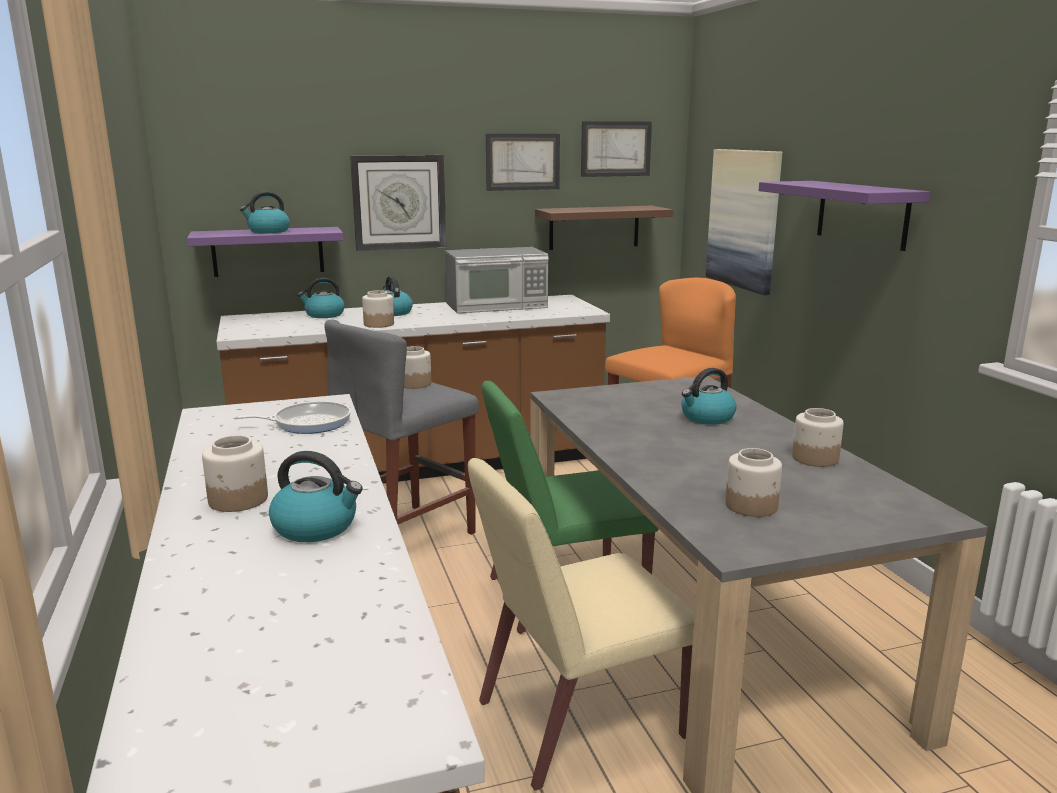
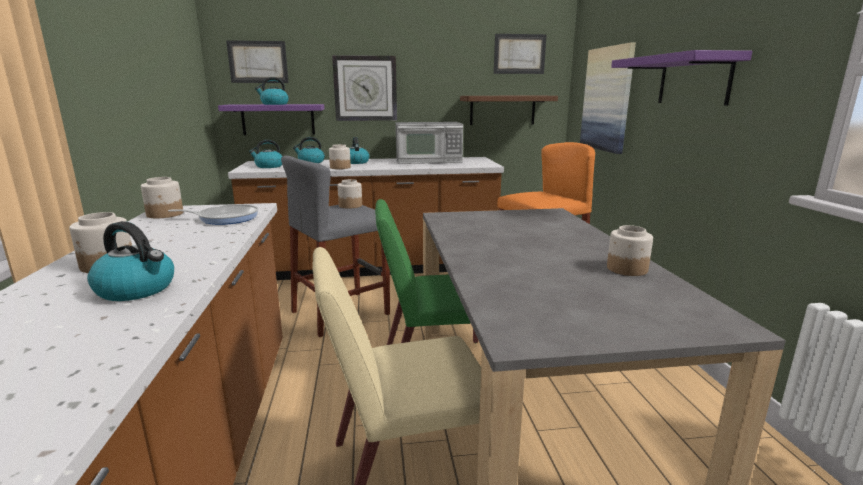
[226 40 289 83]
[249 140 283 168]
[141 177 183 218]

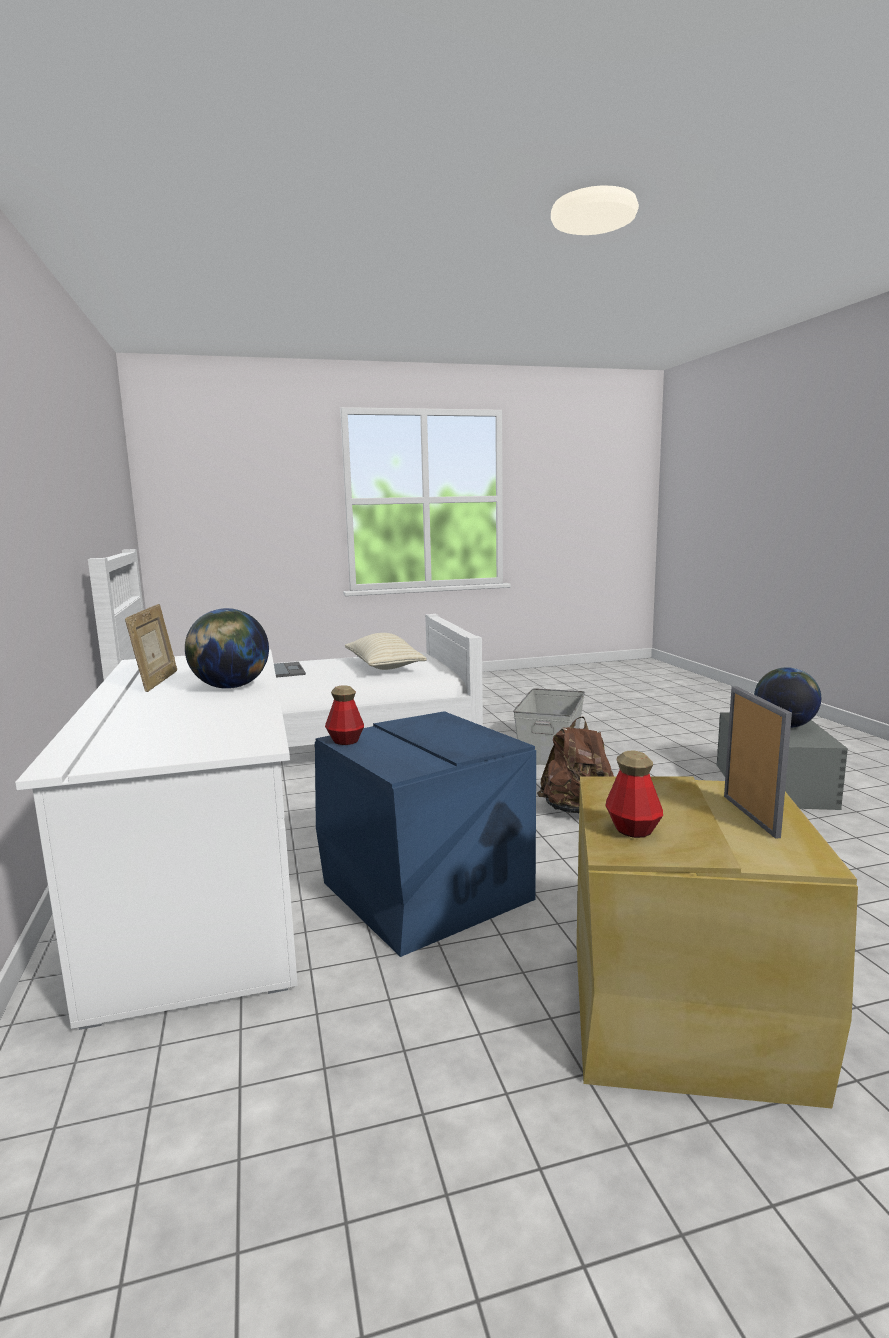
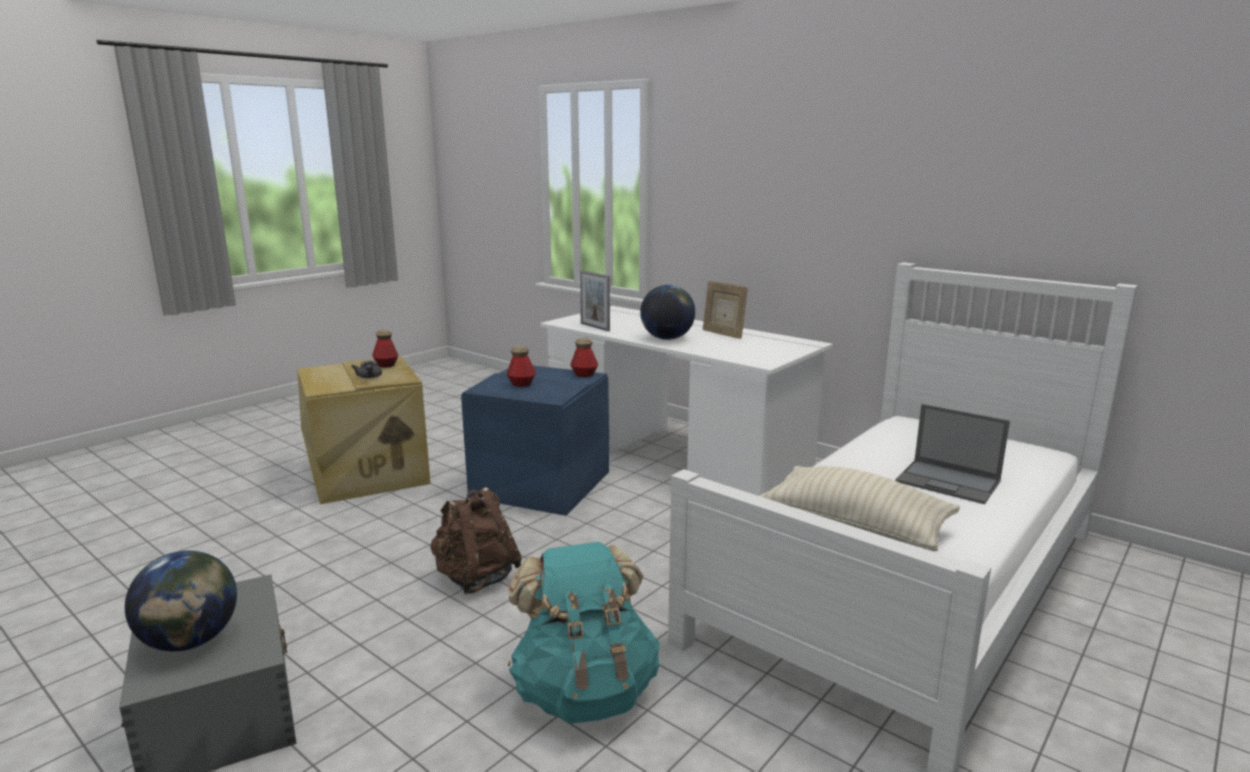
[508 542 660 724]
[580 270 610 331]
[351 361 382 378]
[506 346 536 387]

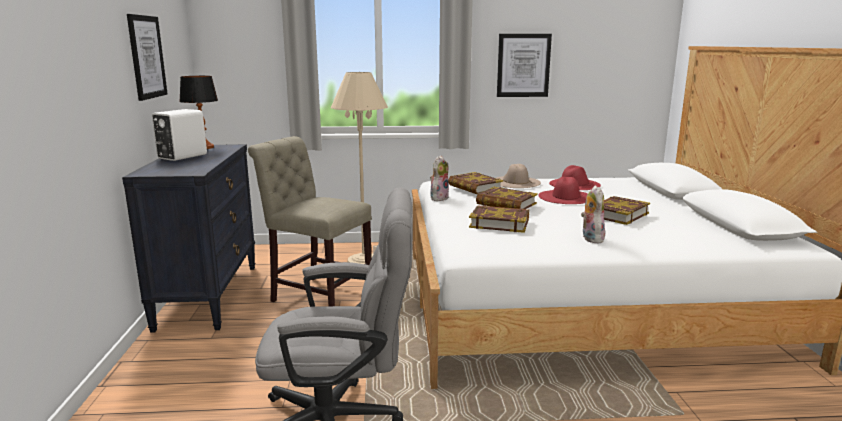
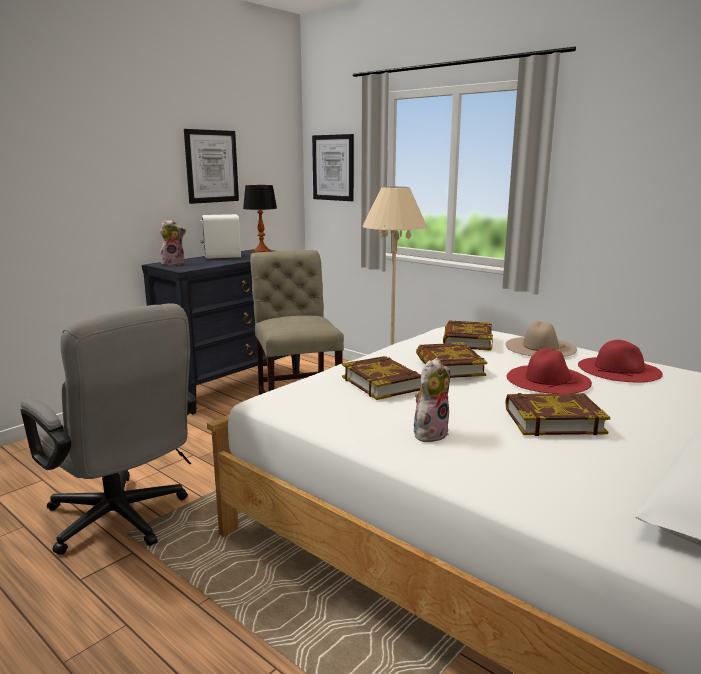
[160 220 186 266]
[312 134 354 201]

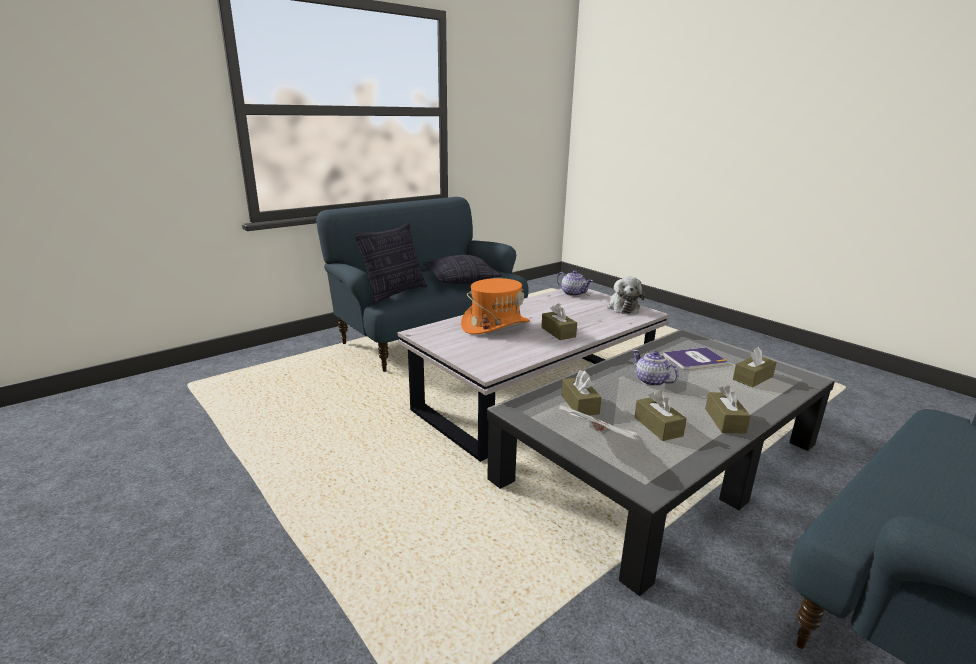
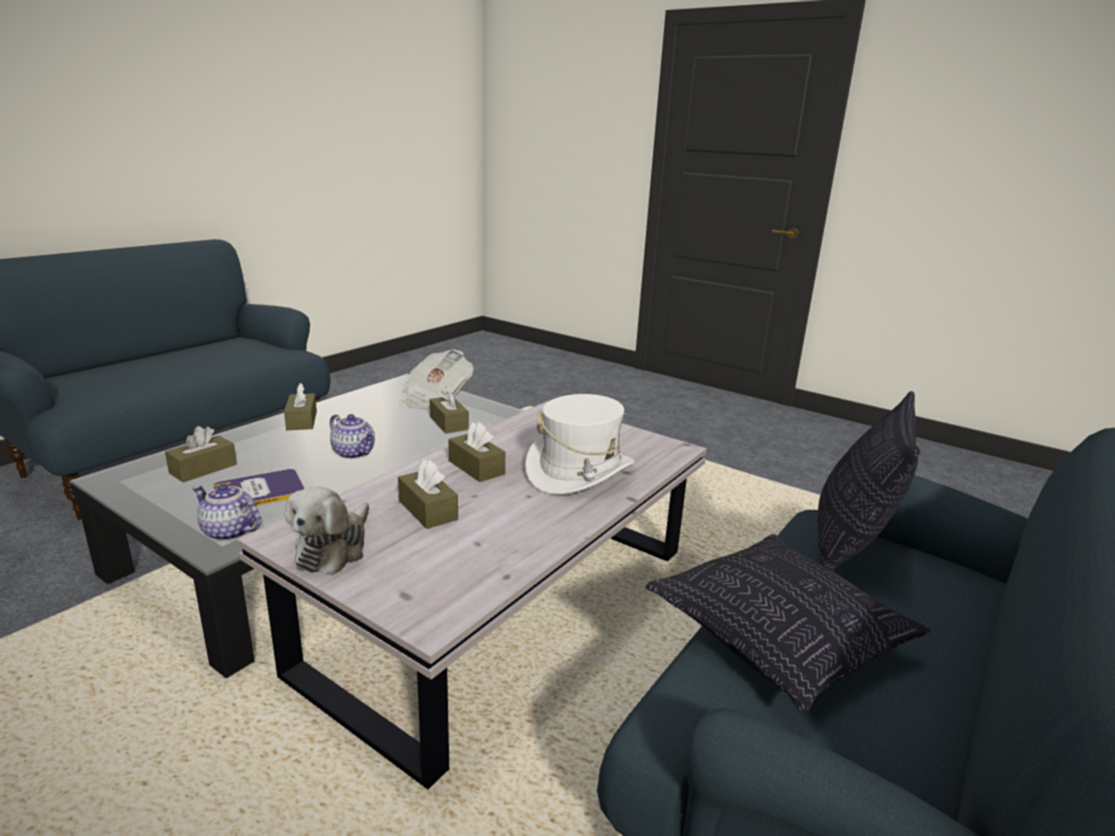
[525 394 635 495]
[192 484 261 541]
[285 486 369 575]
[398 459 458 529]

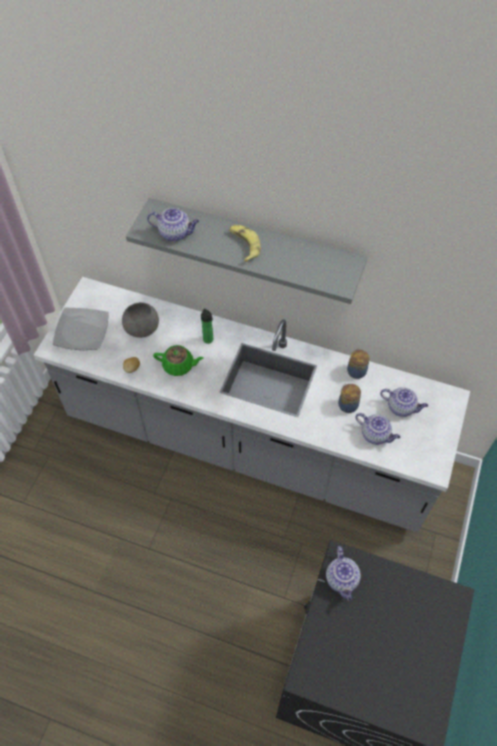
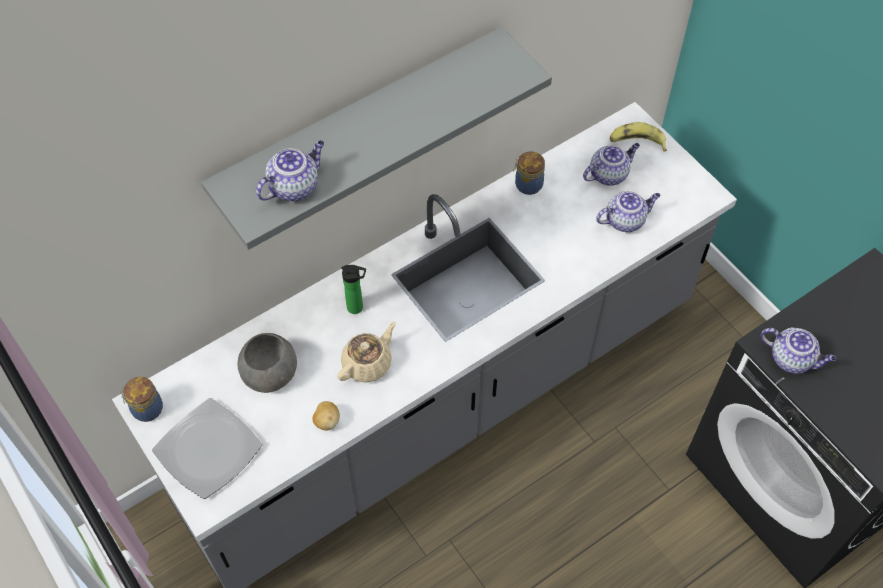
[337 321 396 383]
[610 122 667 152]
[120 377 163 422]

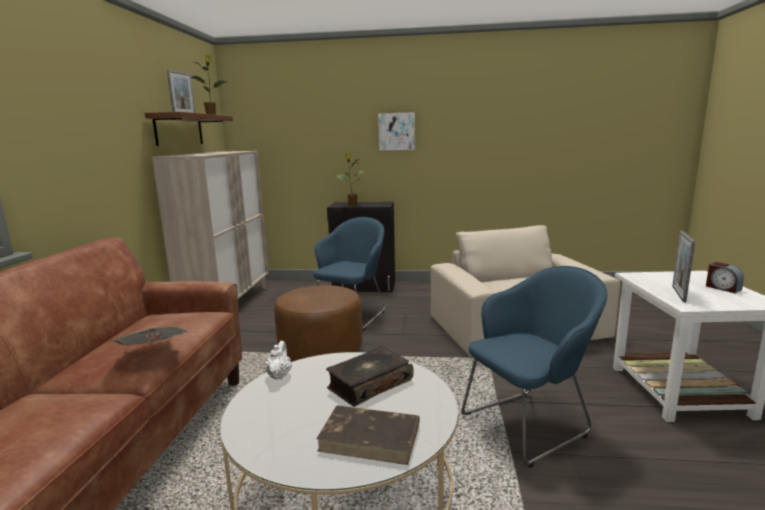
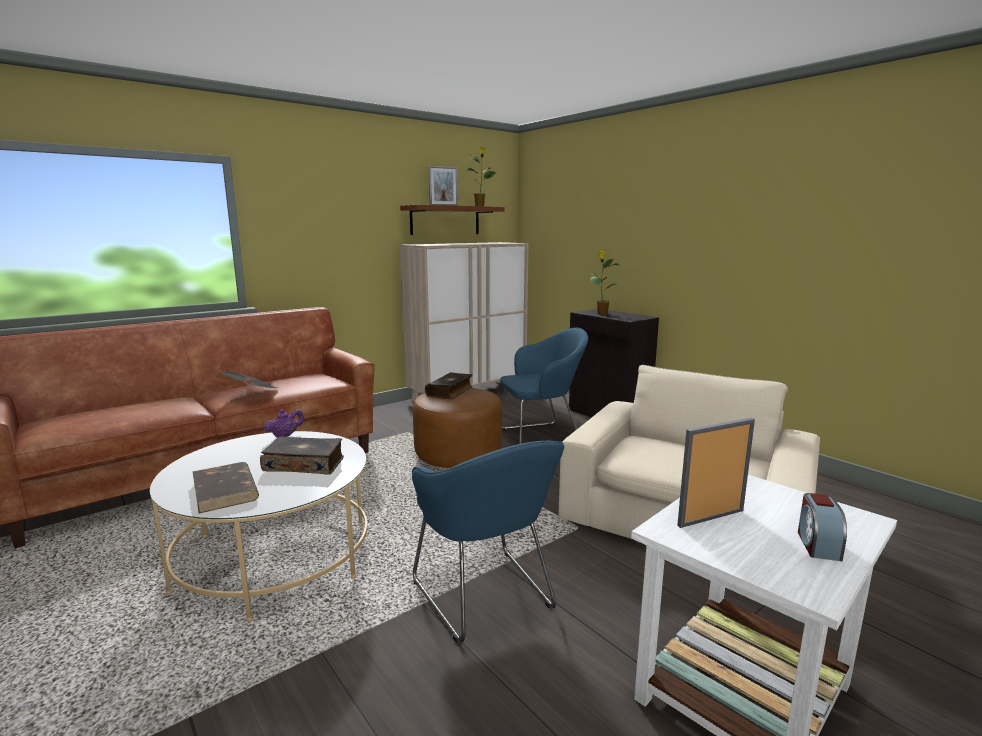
[264 409 304 437]
[378 112 415 151] (first image)
[412 441 564 643]
[425 372 473 399]

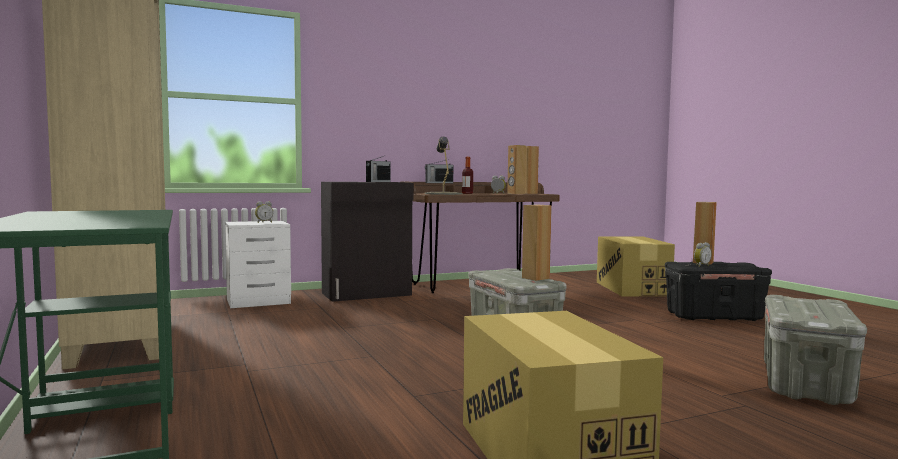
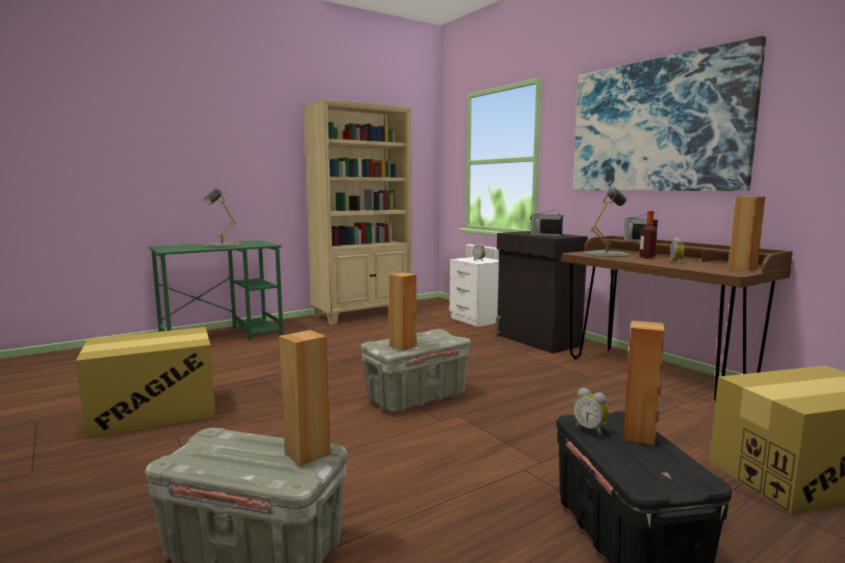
[279 330 331 466]
[203 189 242 248]
[573 36 766 191]

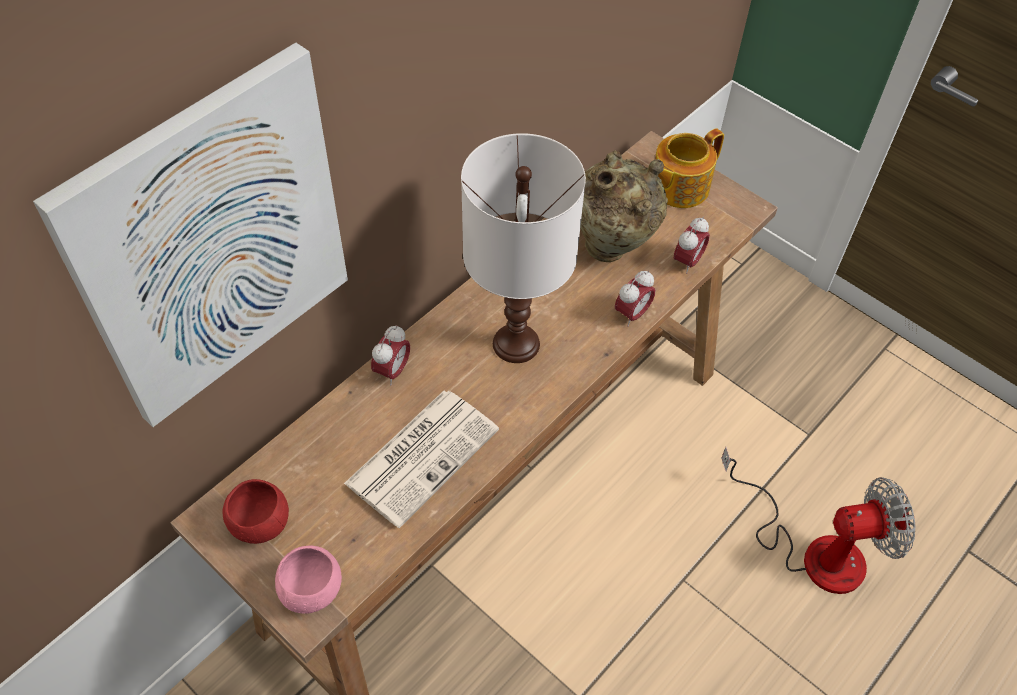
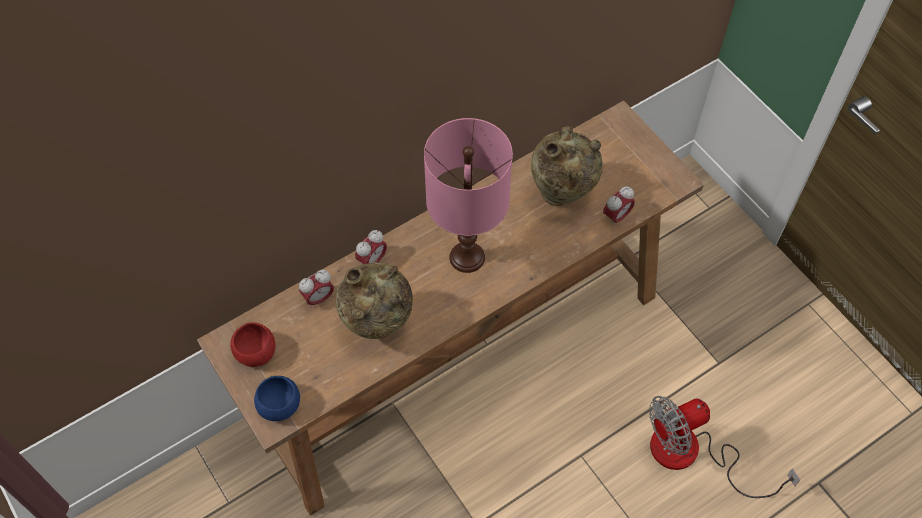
[33 42 348 427] (first image)
[254 376 300 421]
[336 262 413 339]
[424 118 513 273]
[299 269 334 308]
[655 128 724 208] (first image)
[649 396 800 498]

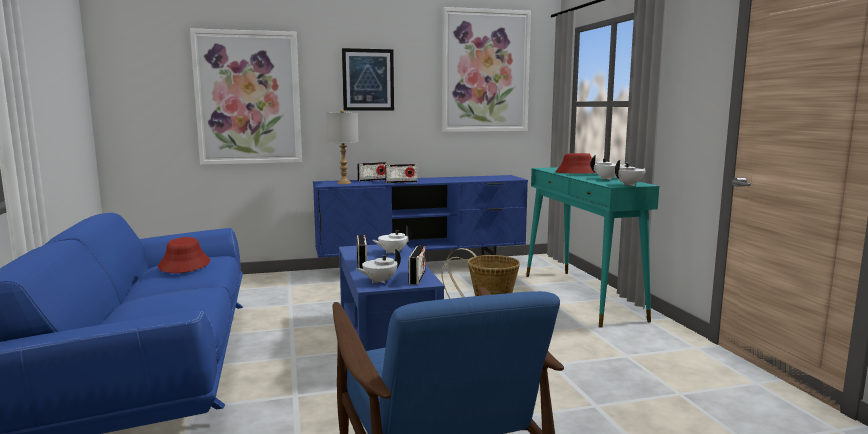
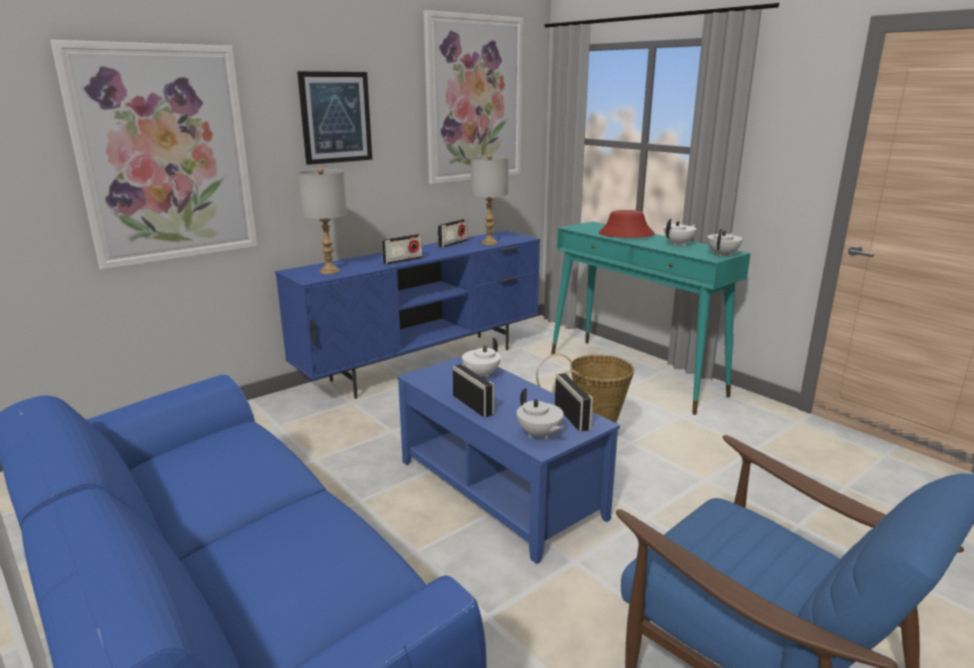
[158 237 210 273] (first image)
[517 388 564 440]
[437 219 468 248]
[471 154 509 245]

